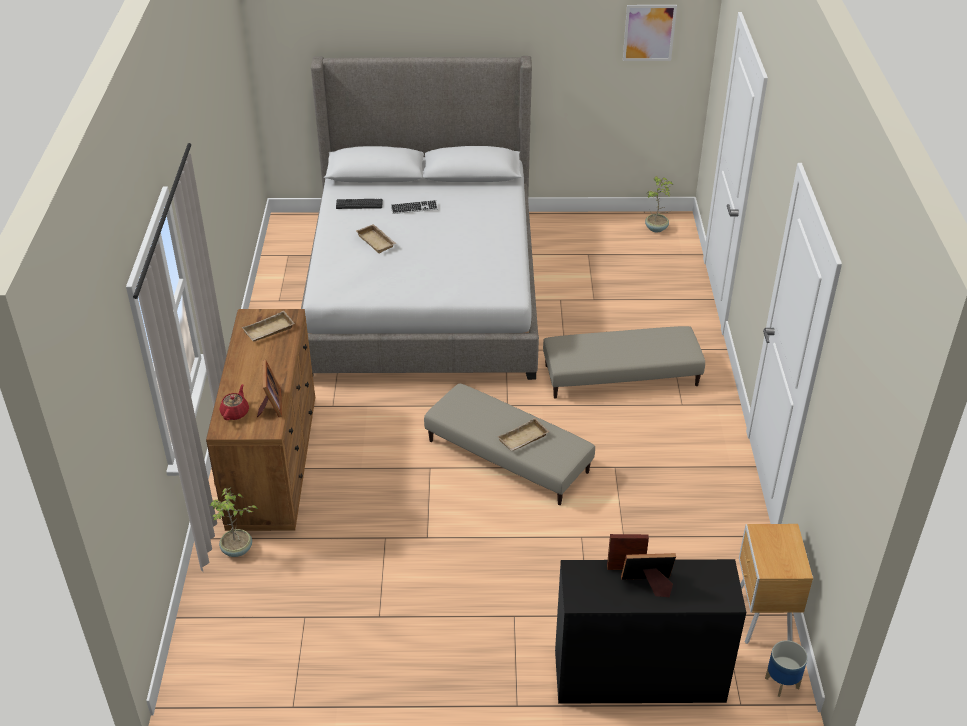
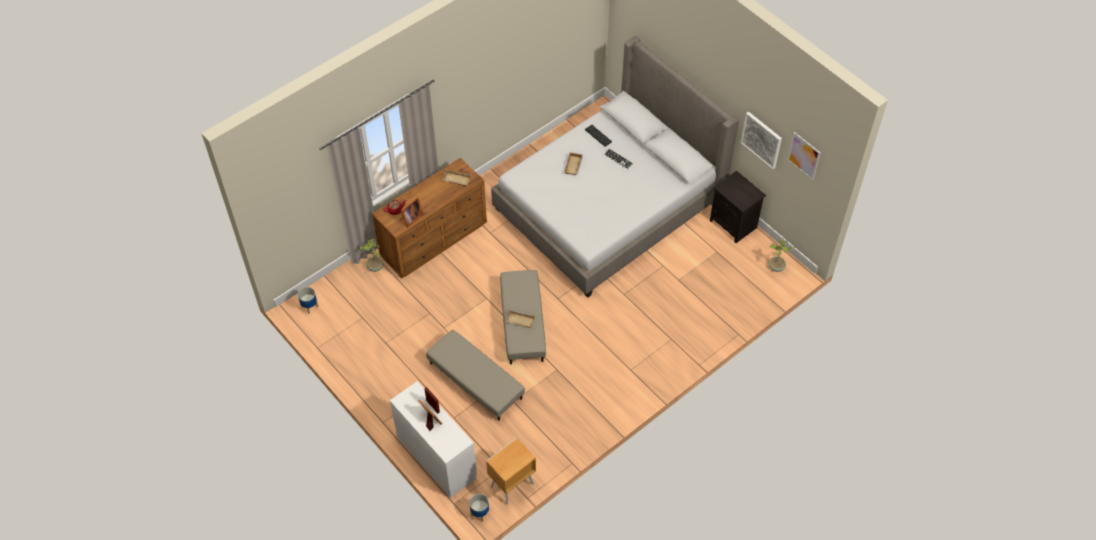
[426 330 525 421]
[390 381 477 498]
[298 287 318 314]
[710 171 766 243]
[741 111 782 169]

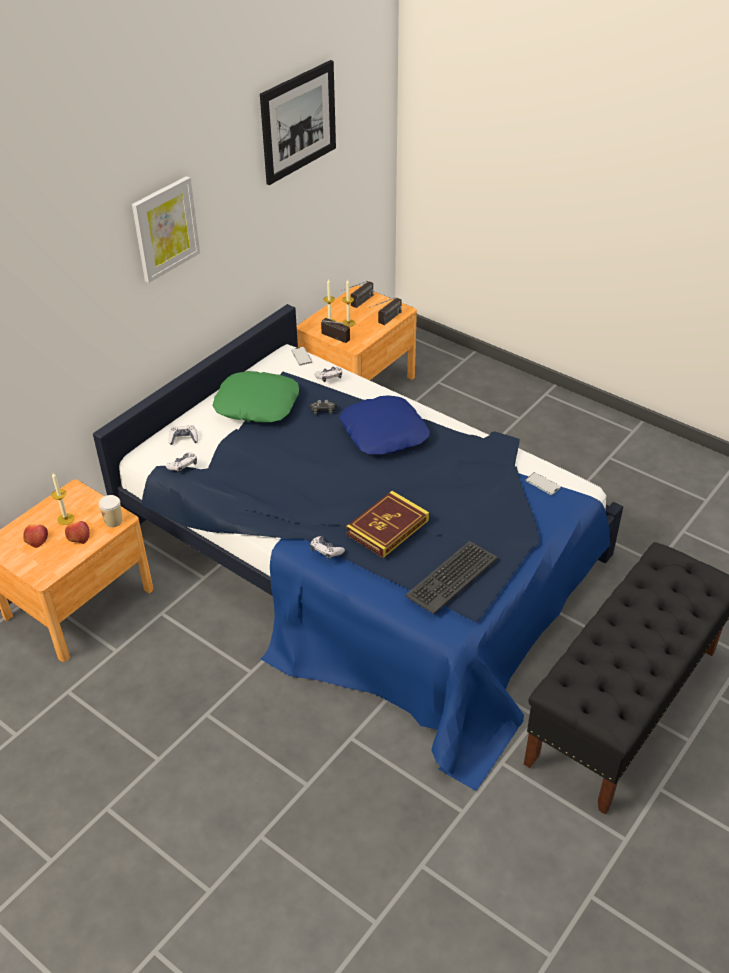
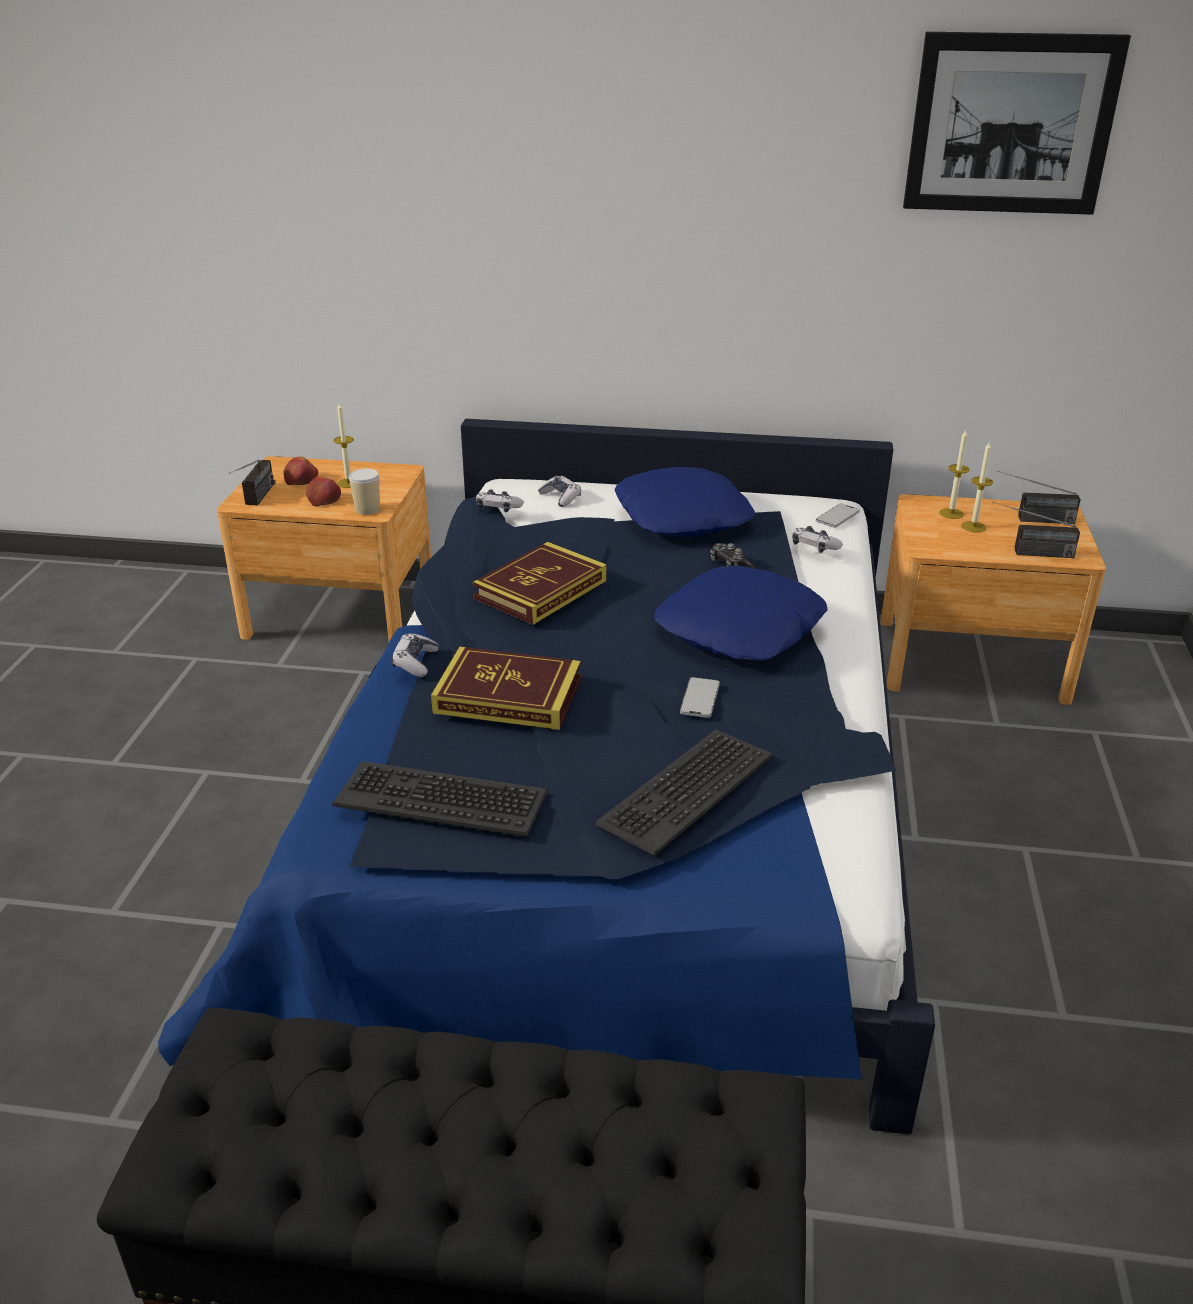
[132 176 200 283] (first image)
[614 467 755 537]
[229 460 275 505]
[680 677 720 718]
[473 542 606 625]
[595 729 773 856]

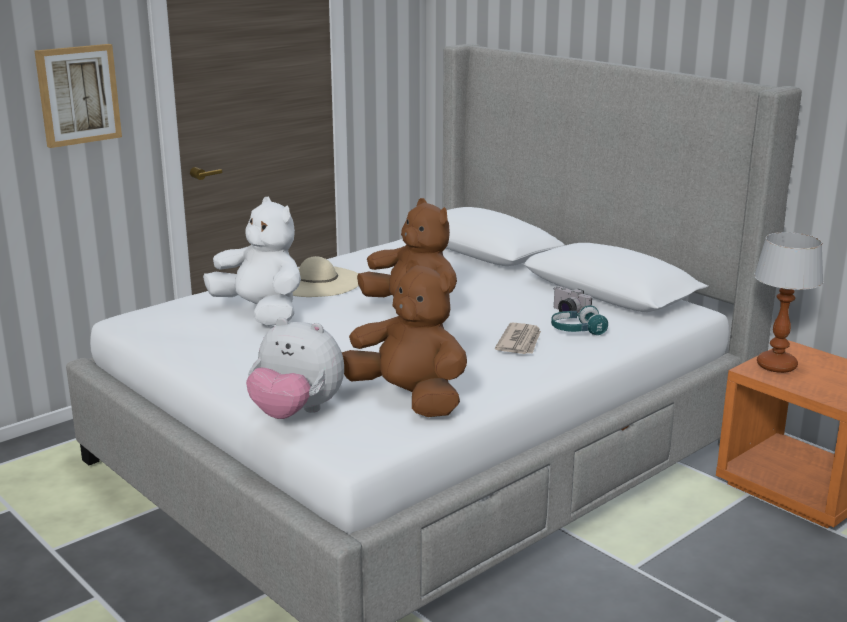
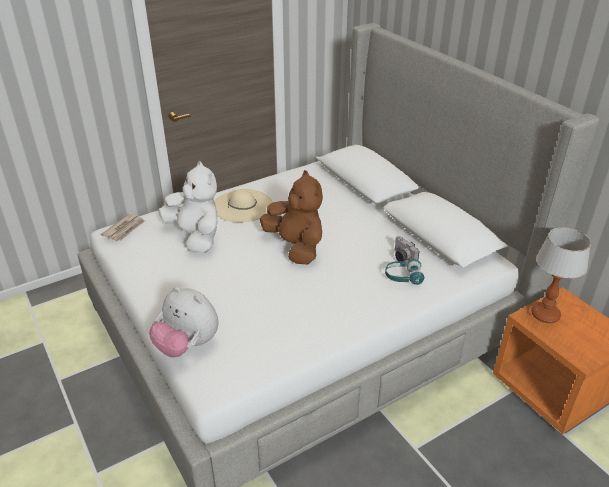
[35 44 122 148] (first image)
[342 260 467 417] (first image)
[101 214 145 241]

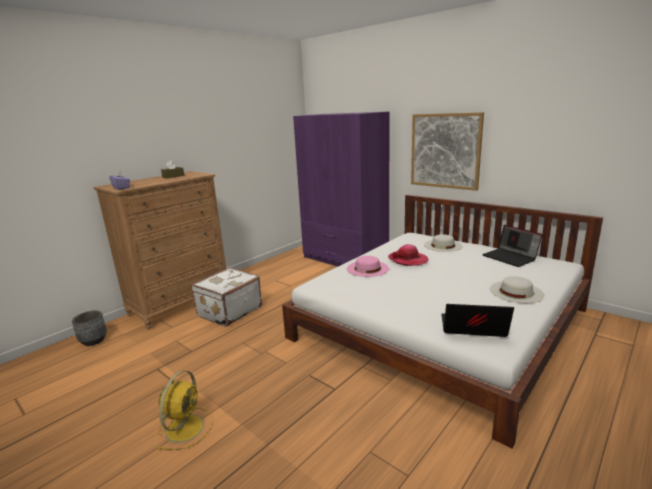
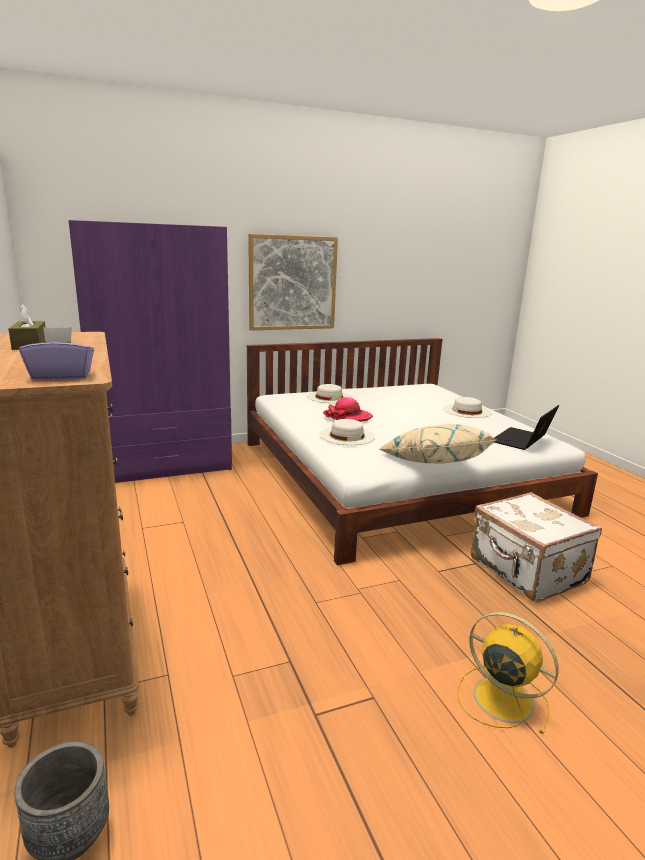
[471 492 602 602]
[319 419 375 445]
[482 225 542 267] (first image)
[379 424 496 464]

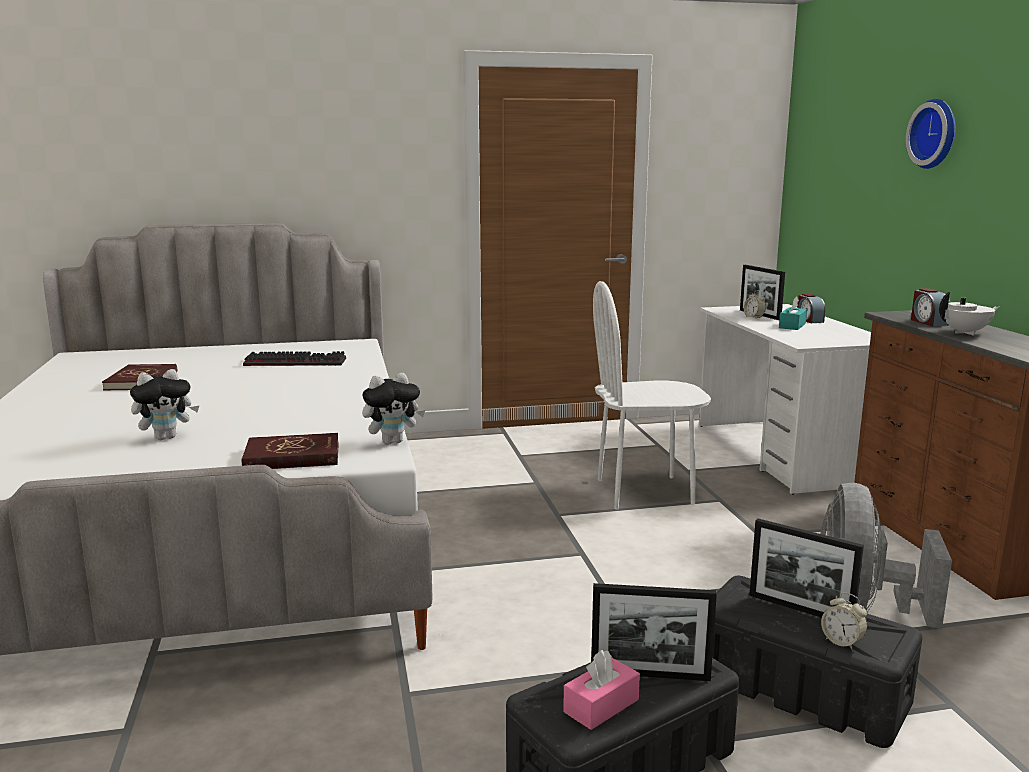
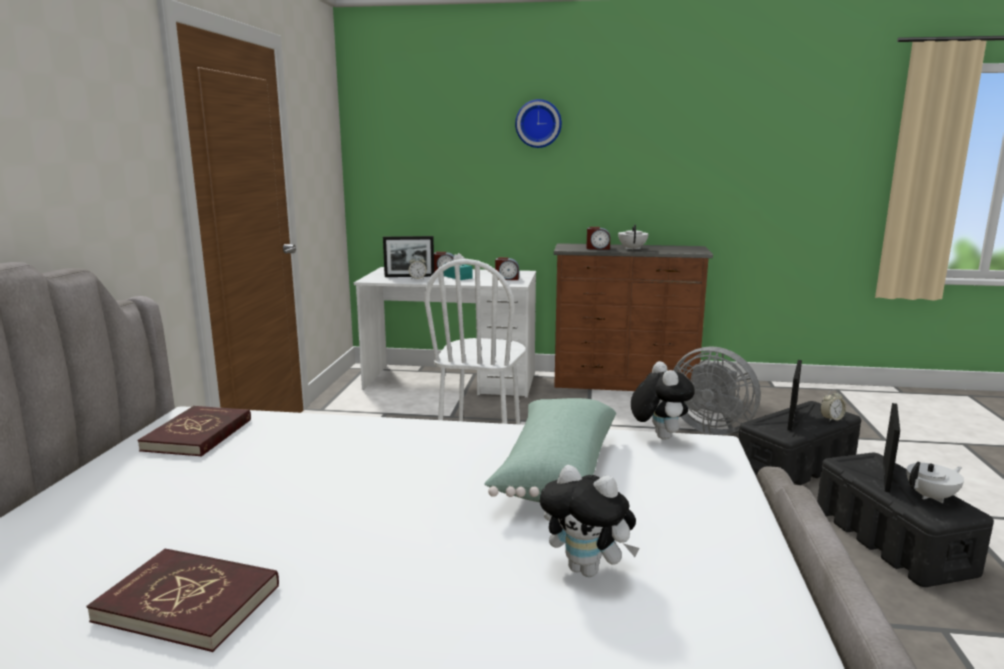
[540 465 639 577]
[137 406 251 457]
[243 351 346 366] (first image)
[907 461 964 503]
[787 360 802 431]
[484 398 616 502]
[495 257 519 280]

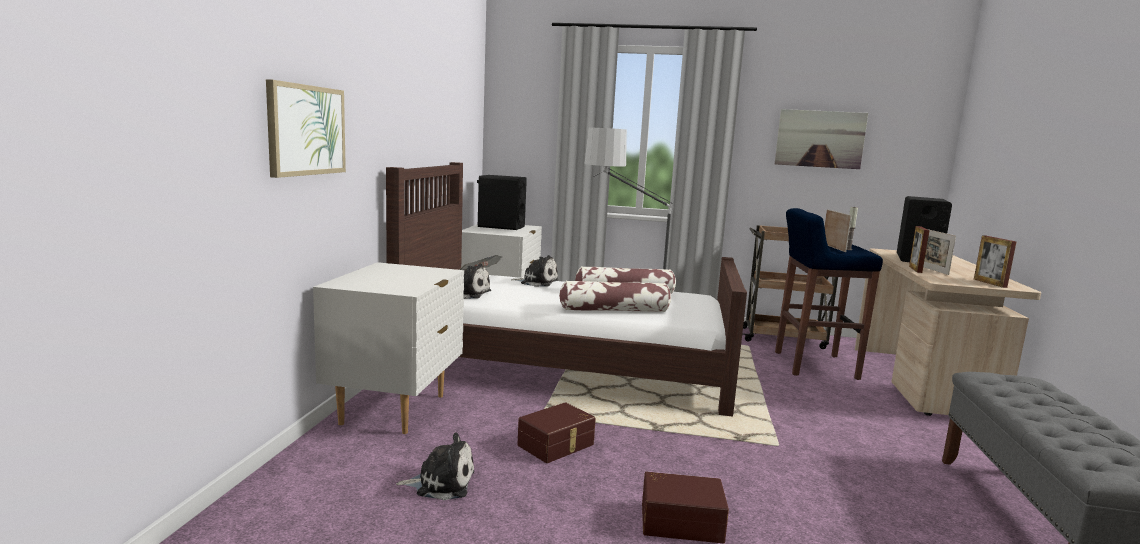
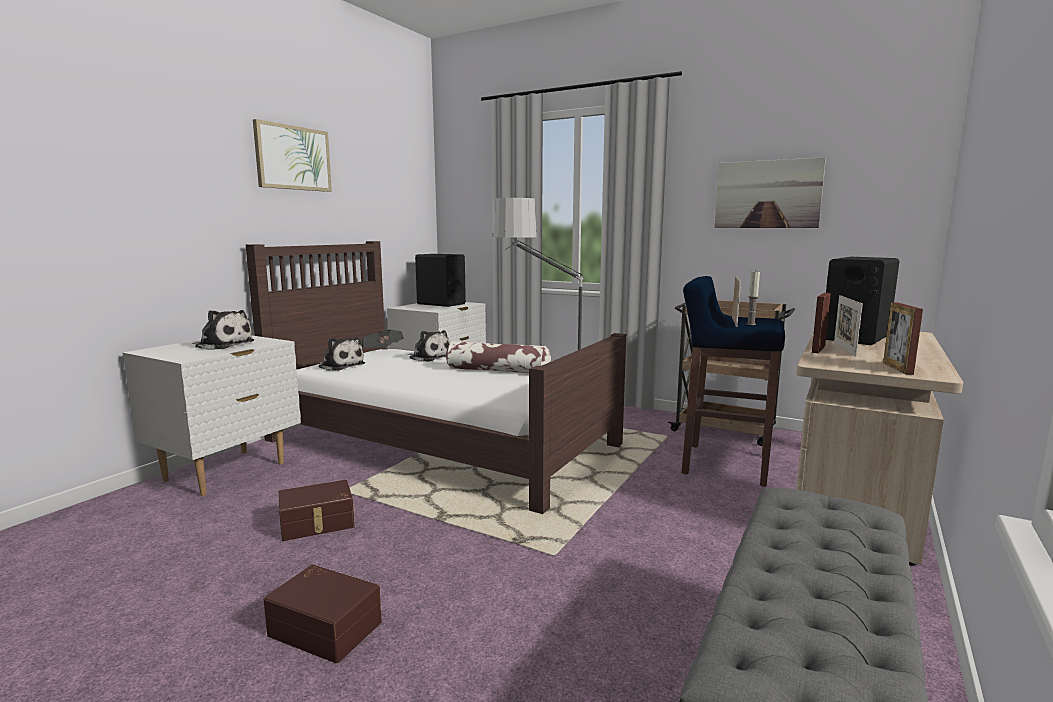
[253 119 332 192]
[192 310 254 350]
[559 280 671 312] (first image)

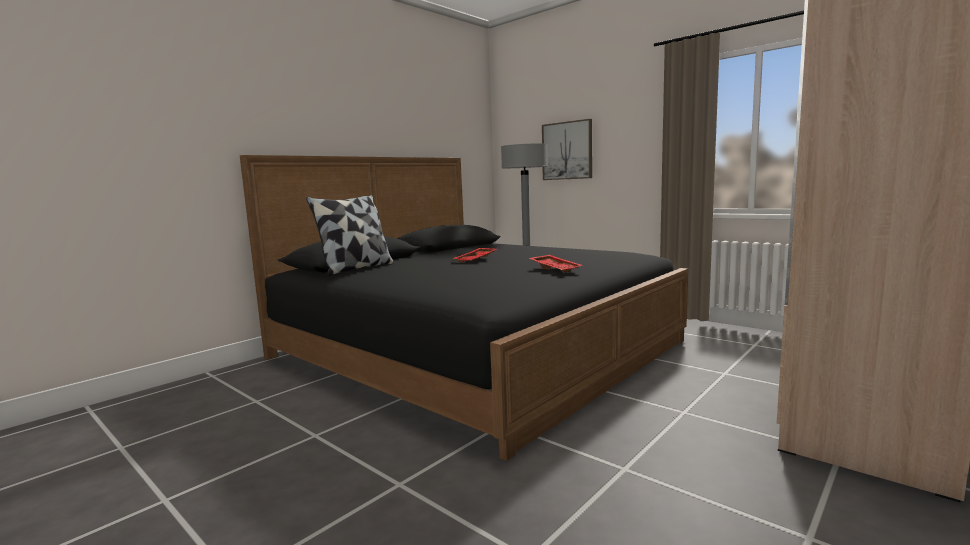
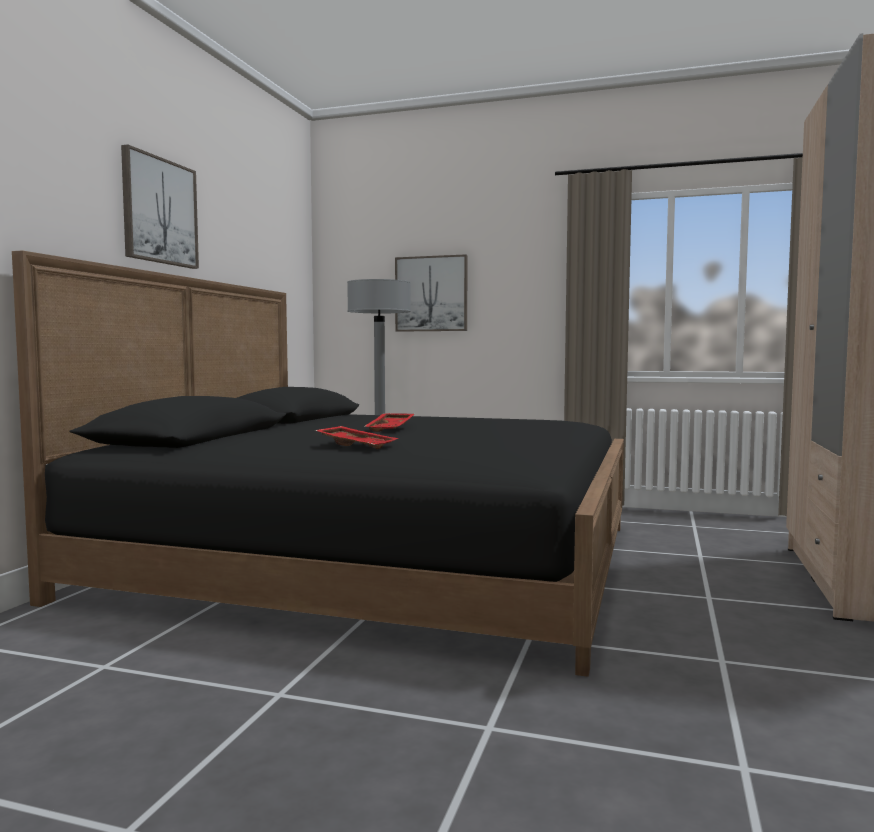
[306 195 394 276] (first image)
[315 426 399 449]
[121 144 199 269]

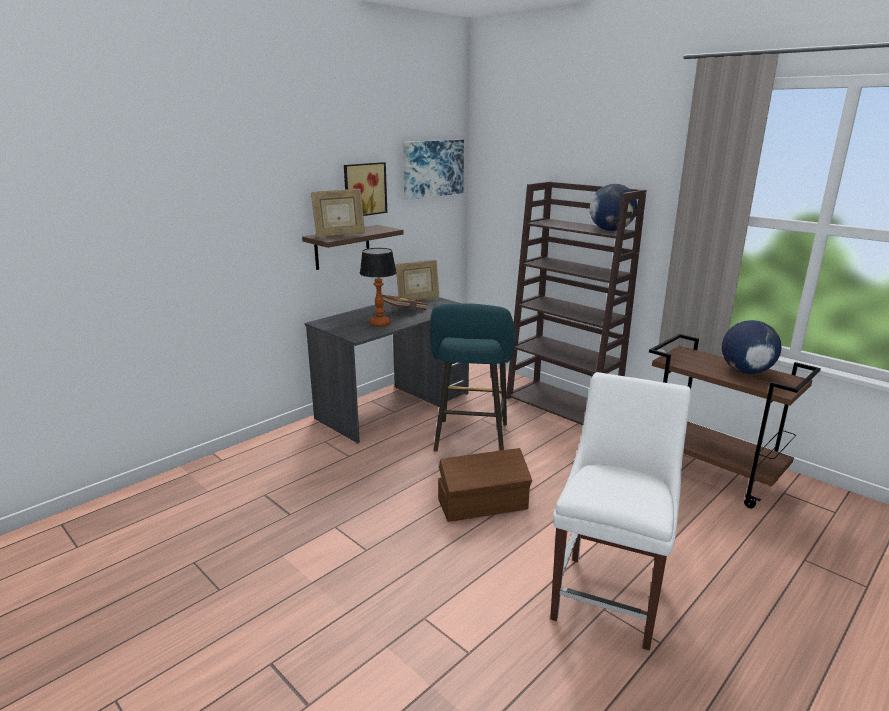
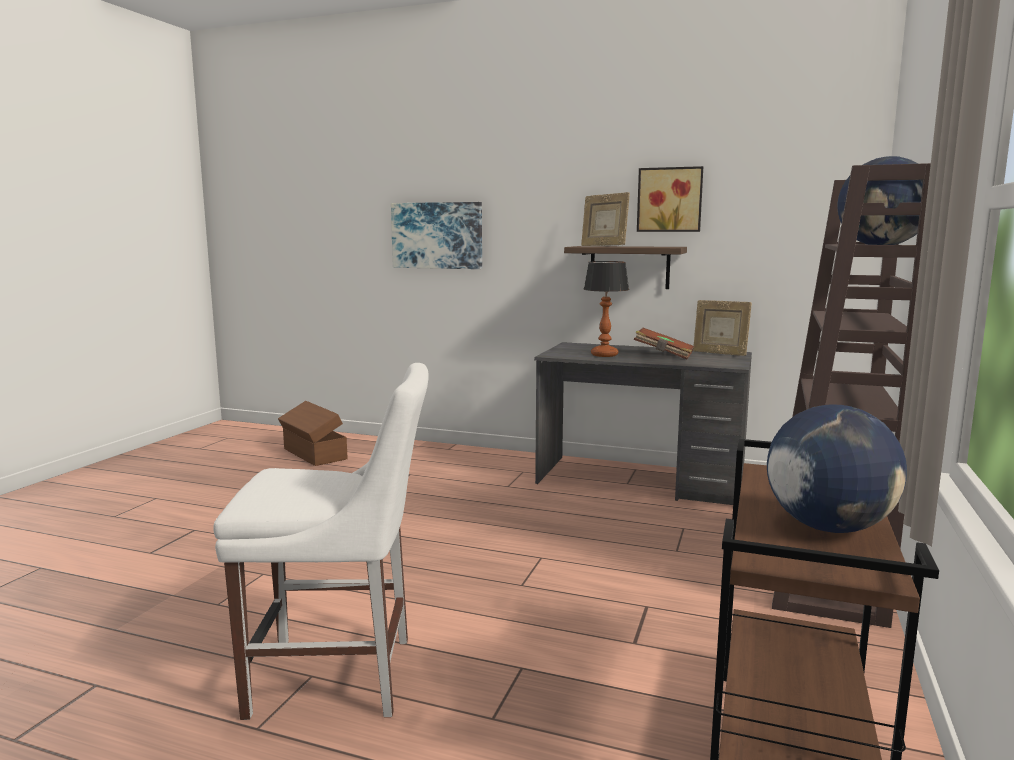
[391 202 482 269]
[430 303 516 452] (first image)
[278 401 347 466]

